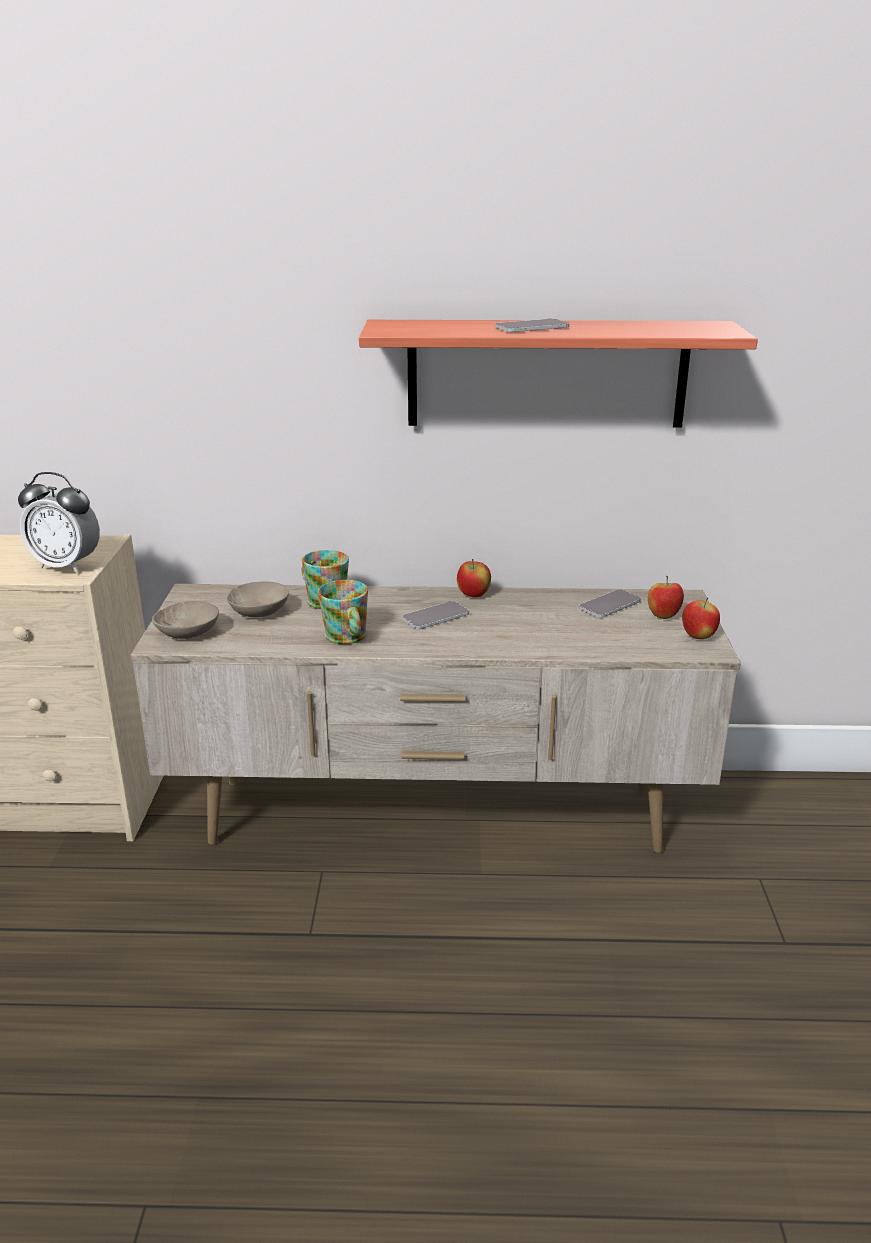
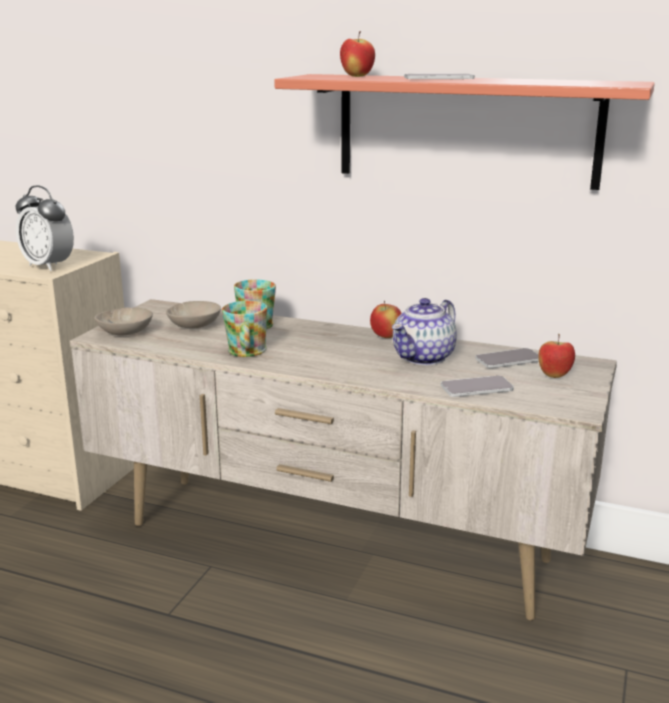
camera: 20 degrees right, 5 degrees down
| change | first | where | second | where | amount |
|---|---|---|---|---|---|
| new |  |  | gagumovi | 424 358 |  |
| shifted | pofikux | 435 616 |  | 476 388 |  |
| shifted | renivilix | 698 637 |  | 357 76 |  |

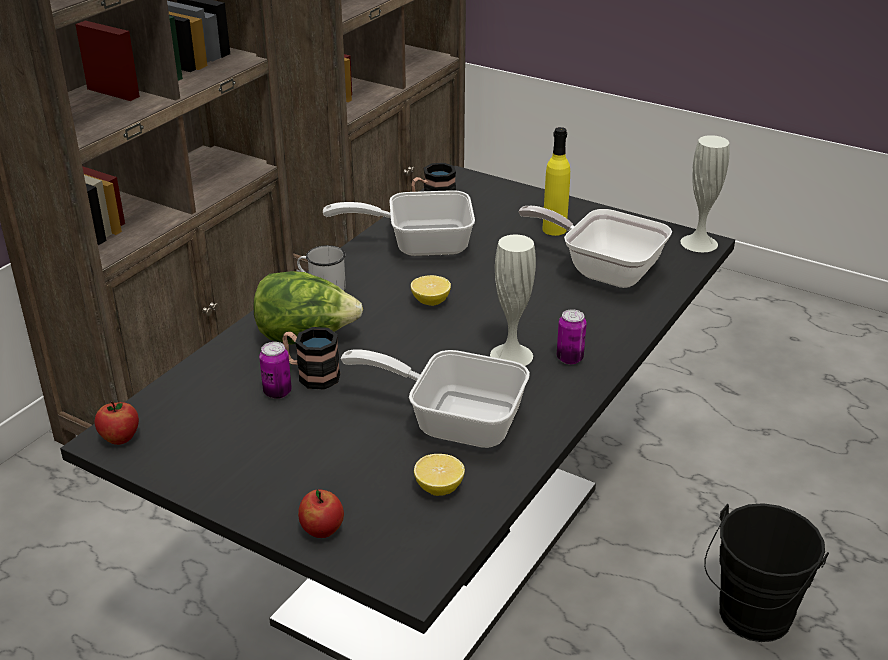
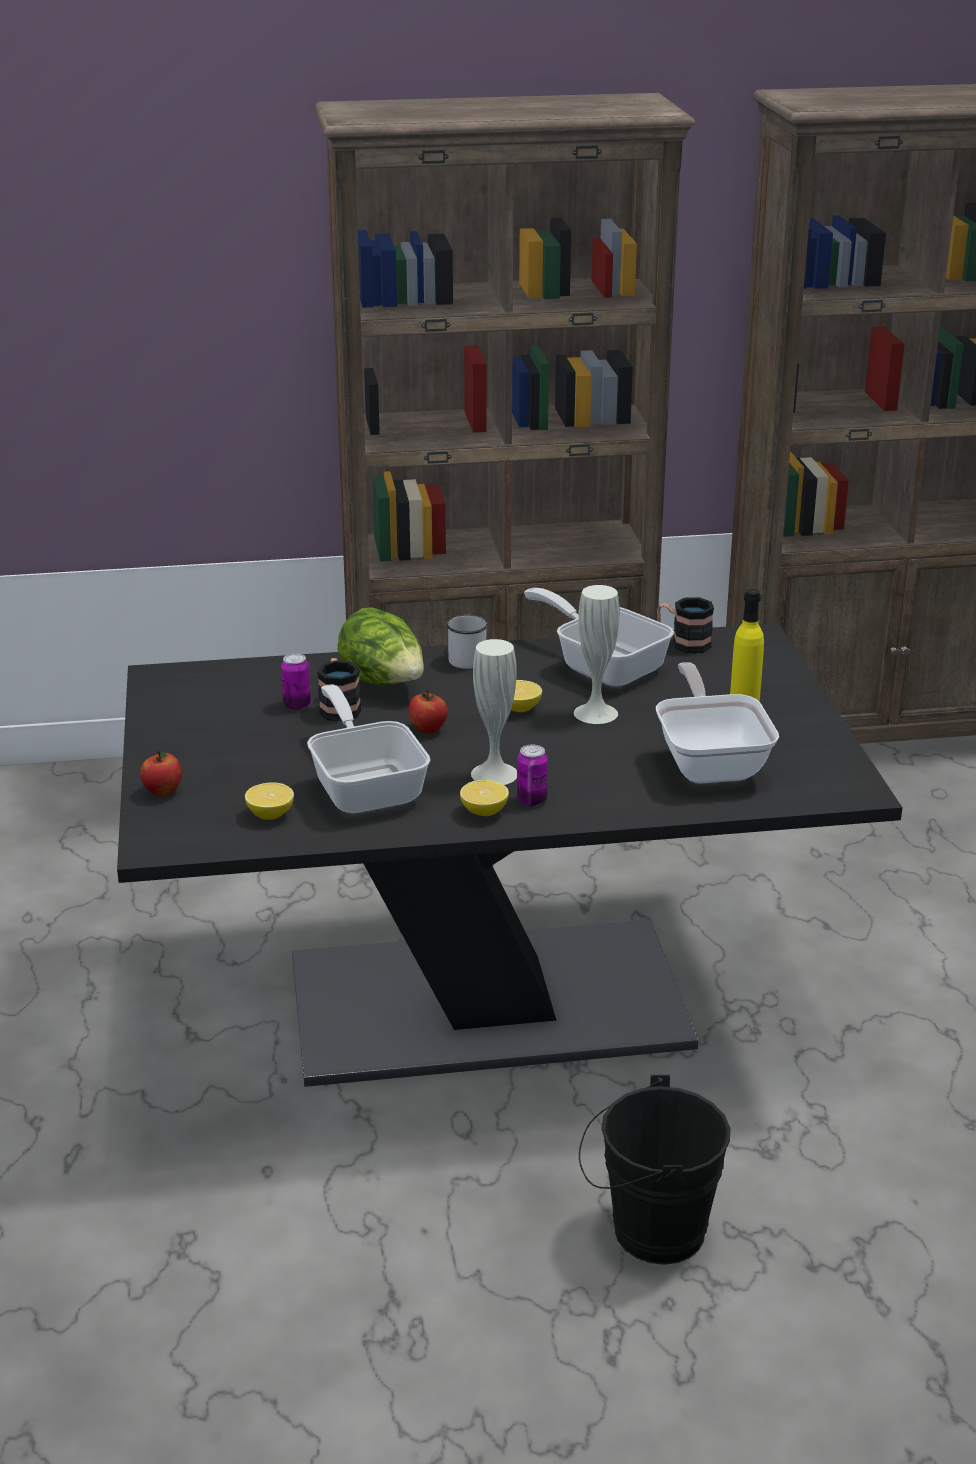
camera: 50 degrees right, 5 degrees down
| change | first | where | second | where | amount |
|---|---|---|---|---|---|
| new |  |  | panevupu | 484 812 |  |
| shifted | renivilix | 120 438 |  | 428 729 |  |
| shifted | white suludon | 699 243 |  | 595 713 |  |

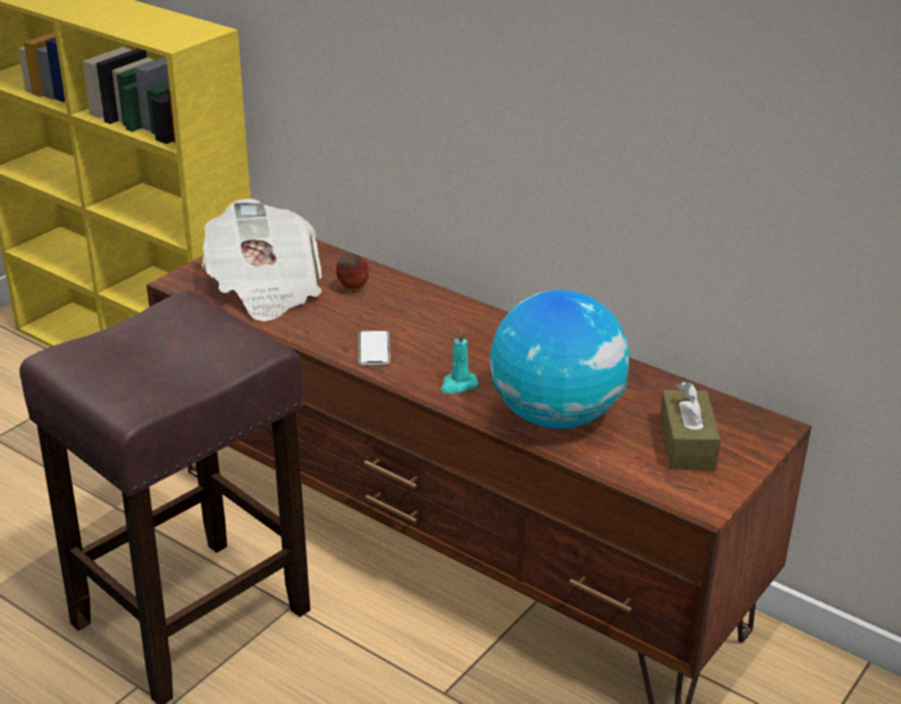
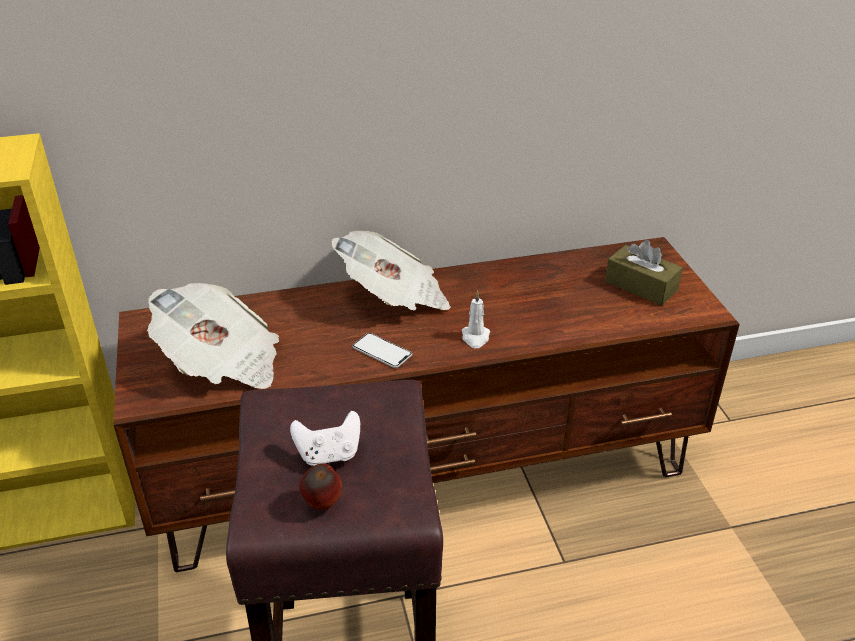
camera: 50 degrees left, 5 degrees up
| change | first | where | second | where | amount |
|---|---|---|---|---|---|
| gone | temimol | 555 416 |  |  |  |
| new |  |  | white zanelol | 329 454 |  |
| new |  |  | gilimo | 394 297 |  |
| shifted | renivilix | 352 288 |  | 322 505 |  |
| repainted | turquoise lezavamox | 458 385 | white lezavamox | 475 337 |  |

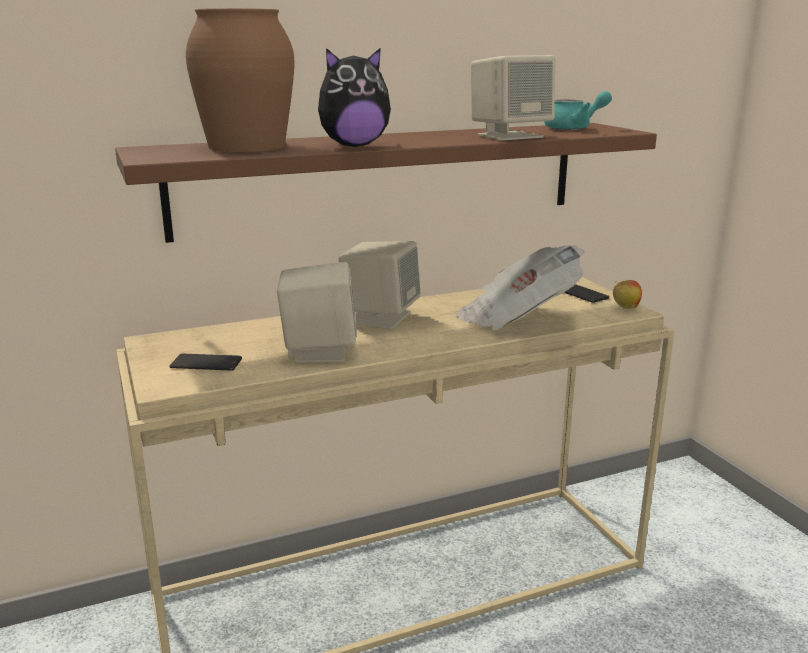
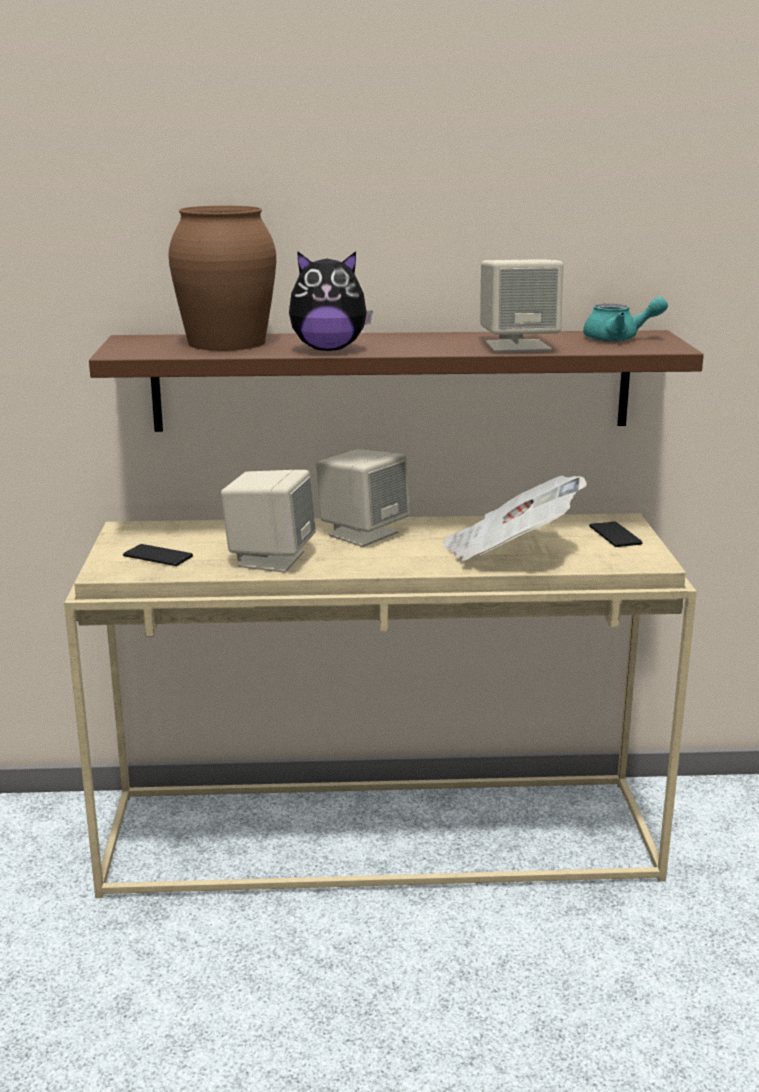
camera: 20 degrees right, 0 degrees up
| change | first | where | second | where | amount |
|---|---|---|---|---|---|
| gone | renivilix | 625 308 |  |  |  |

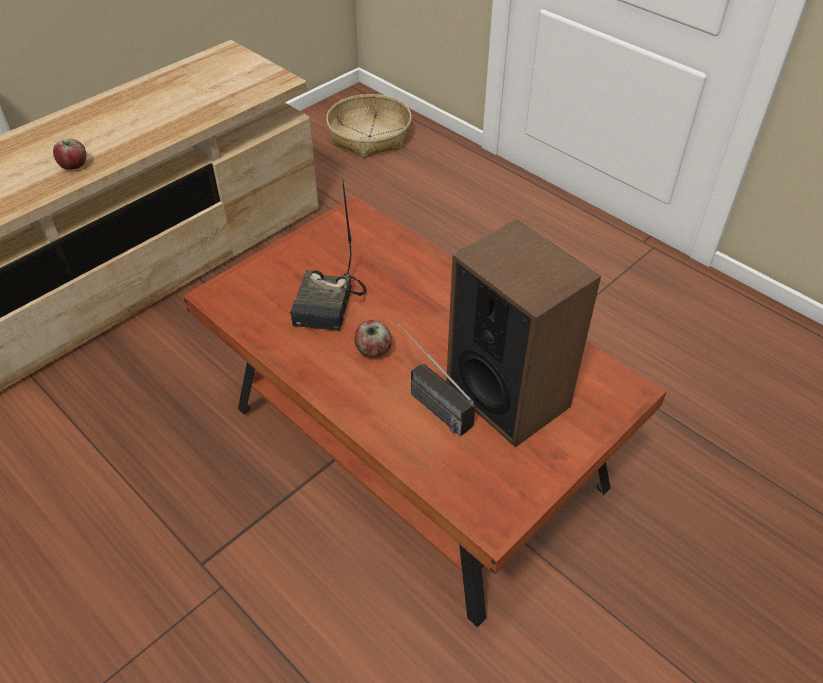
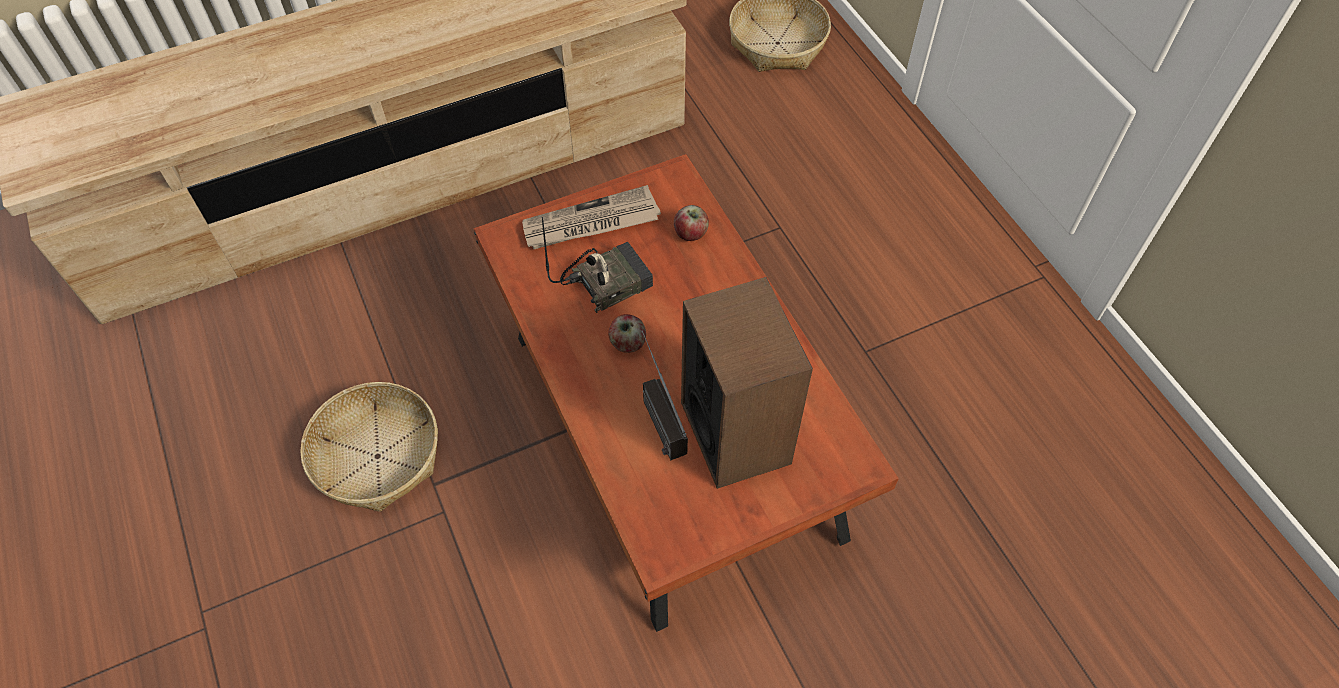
camera: 20 degrees right, 10 degrees up
| change | first | where | second | where | amount |
|---|---|---|---|---|---|
| new |  |  | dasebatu | 377 456 |  |
| new |  |  | gilimo | 590 223 |  |
| shifted | renivilix | 74 166 |  | 691 233 |  |
| rotated | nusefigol | 330 306 |  | 606 280 | 150 degrees counterclockwise |

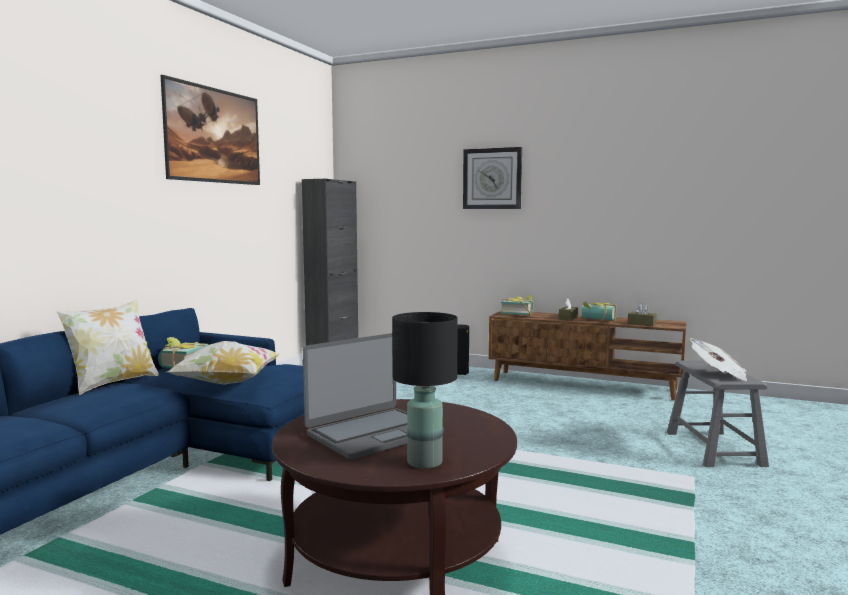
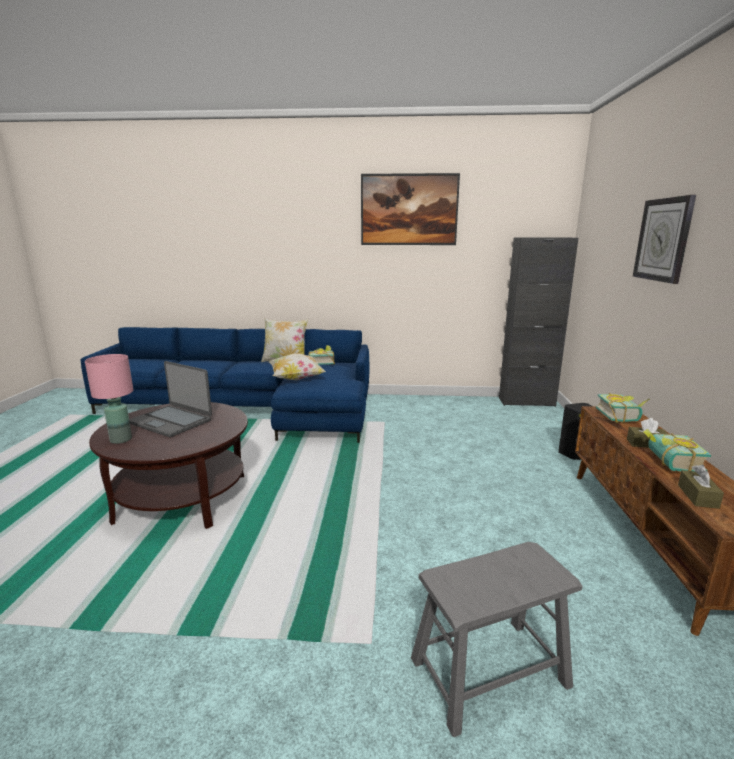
camera: 70 degrees right, 10 degrees up
| change | first | where | second | where | amount |
|---|---|---|---|---|---|
| gone | gilimo | 718 374 |  |  |  |
| repainted | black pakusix | 425 462 | pink pakusix | 120 440 |  |

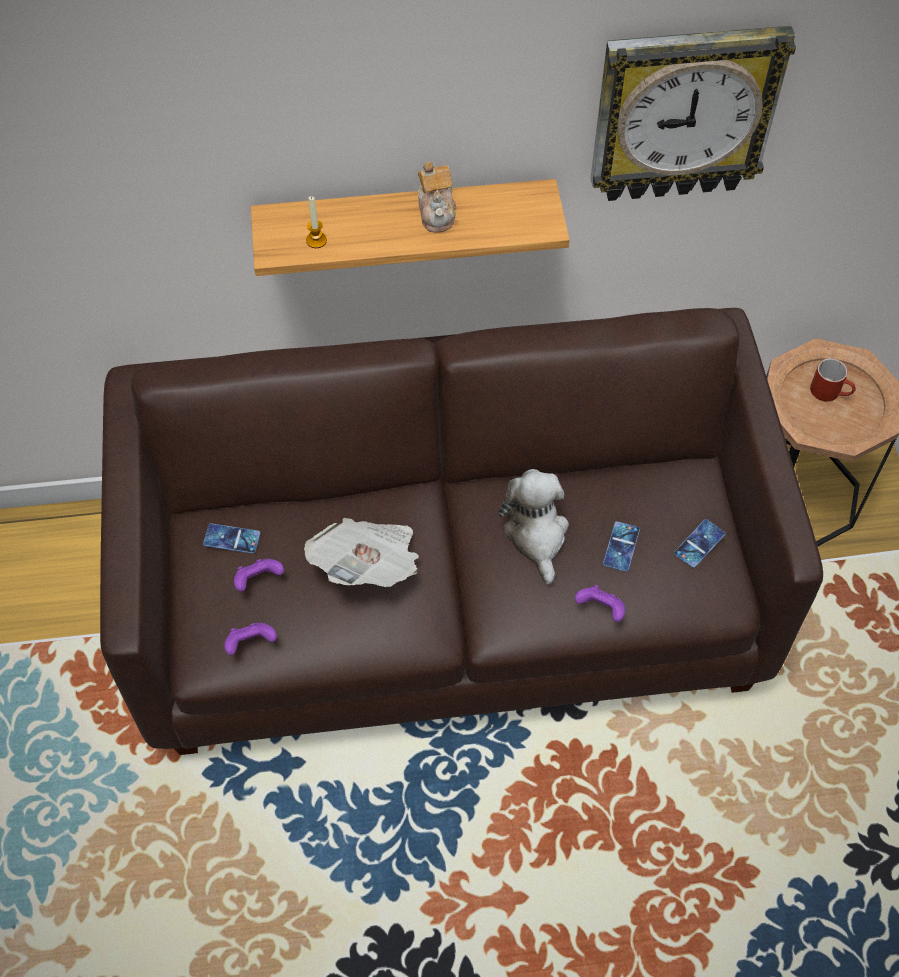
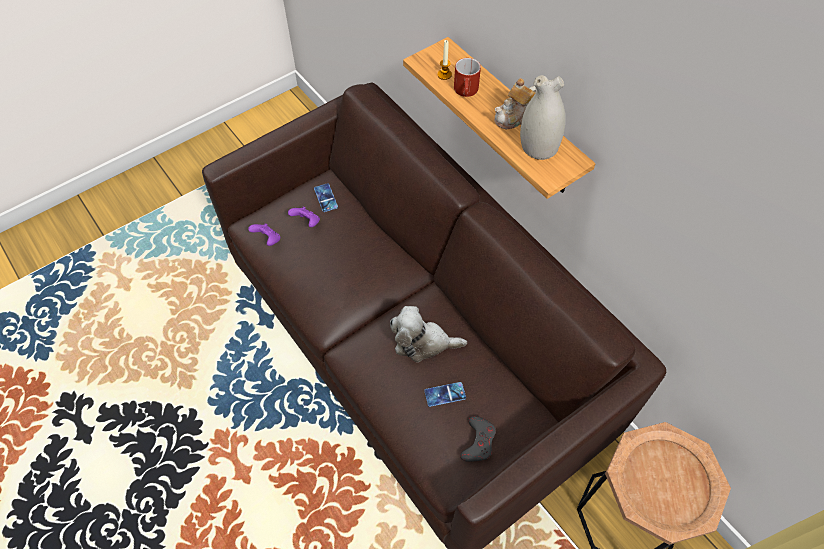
camera: 60 degrees right, 0 degrees up
| change | first | where | second | where | amount |
|---|---|---|---|---|---|
| gone | gilimo | 368 566 |  |  |  |
| gone | purple zanelol | 600 610 |  |  |  |
| gone | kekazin | 683 113 |  |  |  |
| new |  |  | white suludon | 538 147 |  |
| shifted | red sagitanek | 830 392 |  | 466 92 |  |
| swapped | pofikux | 699 543 | grey zanelol | 478 441 |  |
| rotated | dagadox | 536 535 |  | 423 342 | 135 degrees counterclockwise |

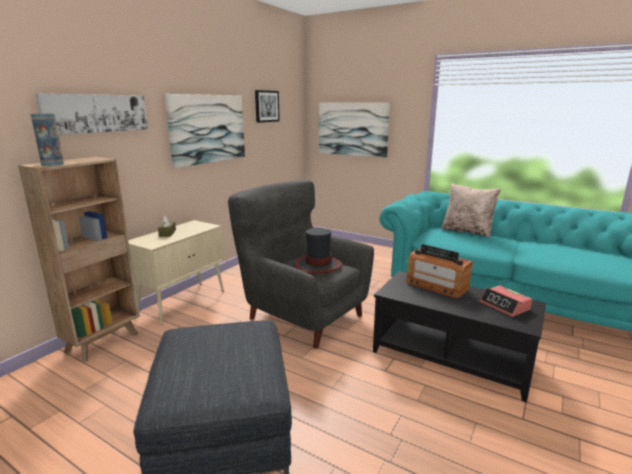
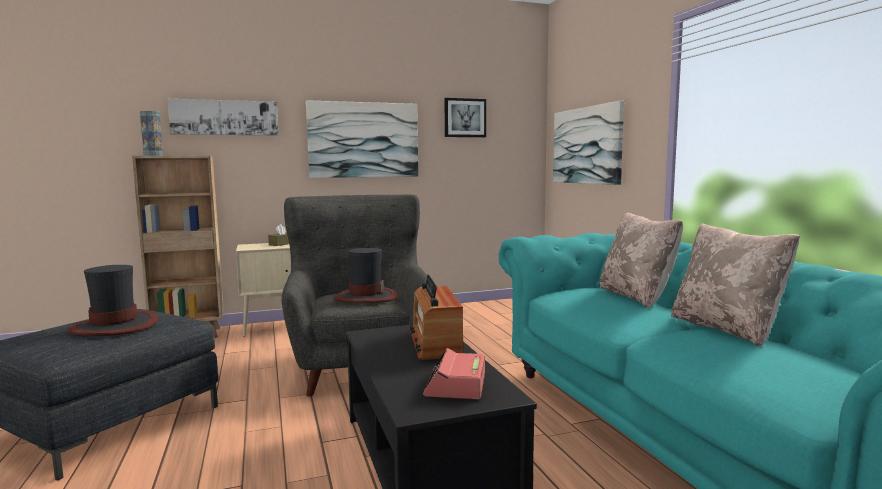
camera: 40 degrees right, 10 degrees down
| change | first | where | second | where | amount |
|---|---|---|---|---|---|
| new |  |  | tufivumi | 115 326 |  |
| new |  |  | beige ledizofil | 726 329 |  |

